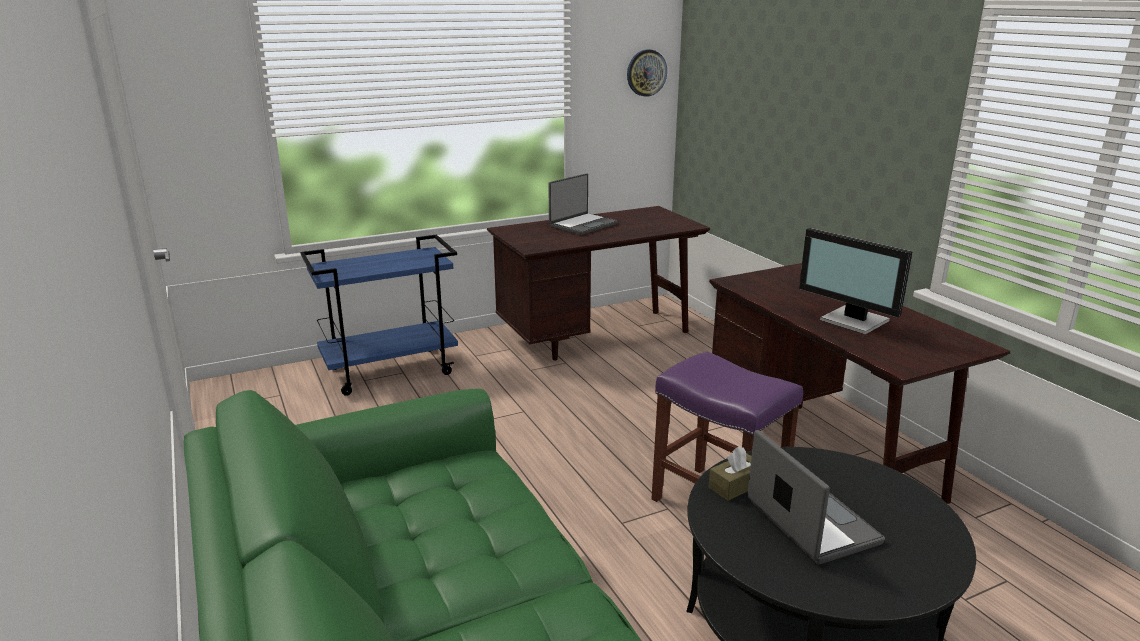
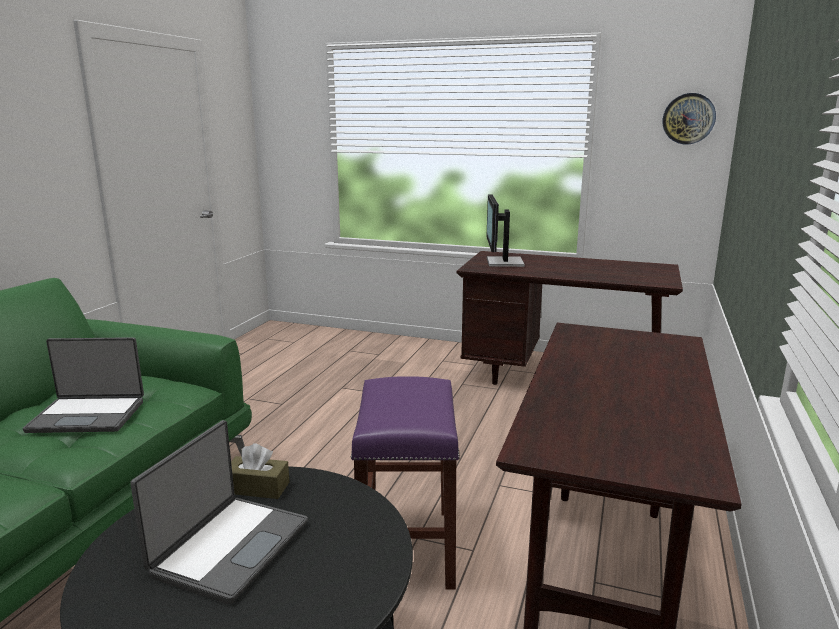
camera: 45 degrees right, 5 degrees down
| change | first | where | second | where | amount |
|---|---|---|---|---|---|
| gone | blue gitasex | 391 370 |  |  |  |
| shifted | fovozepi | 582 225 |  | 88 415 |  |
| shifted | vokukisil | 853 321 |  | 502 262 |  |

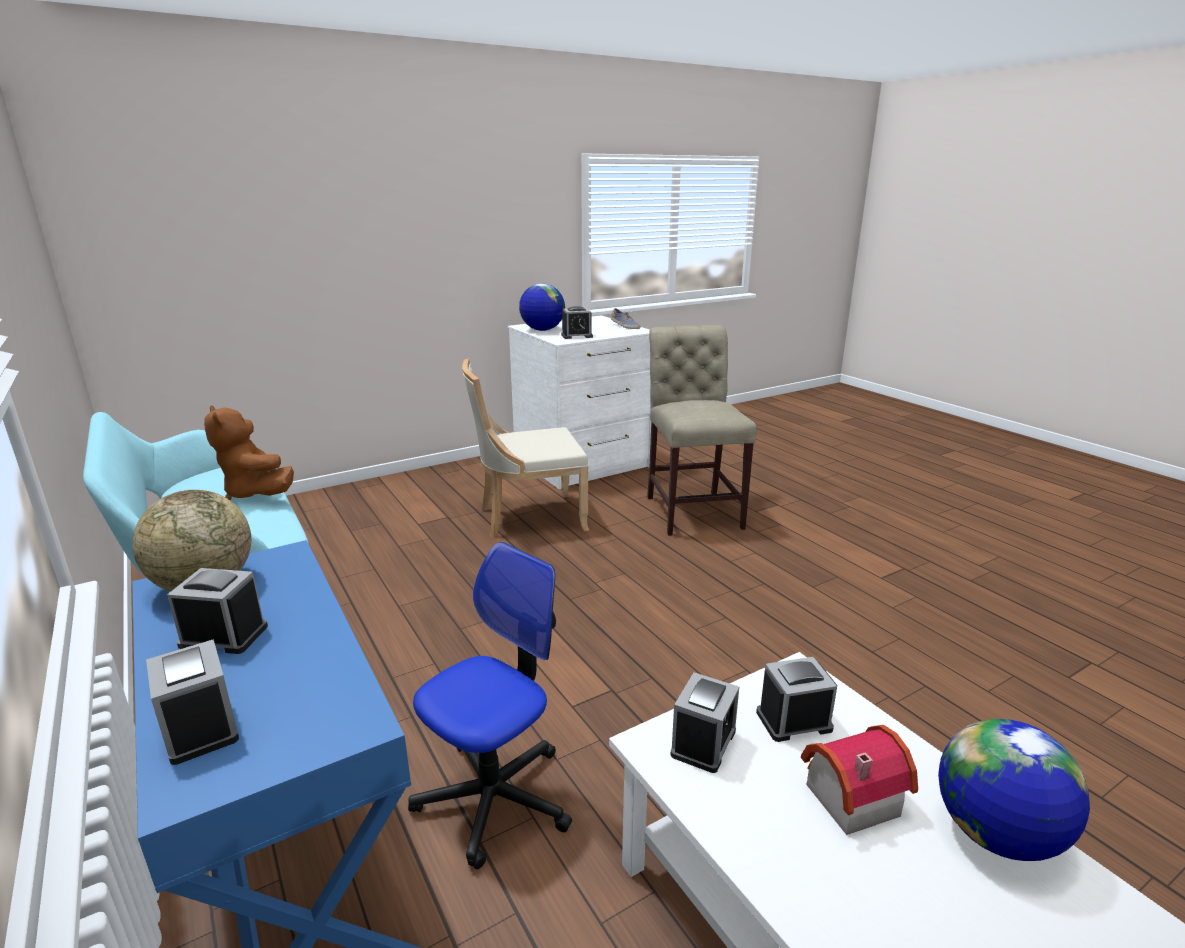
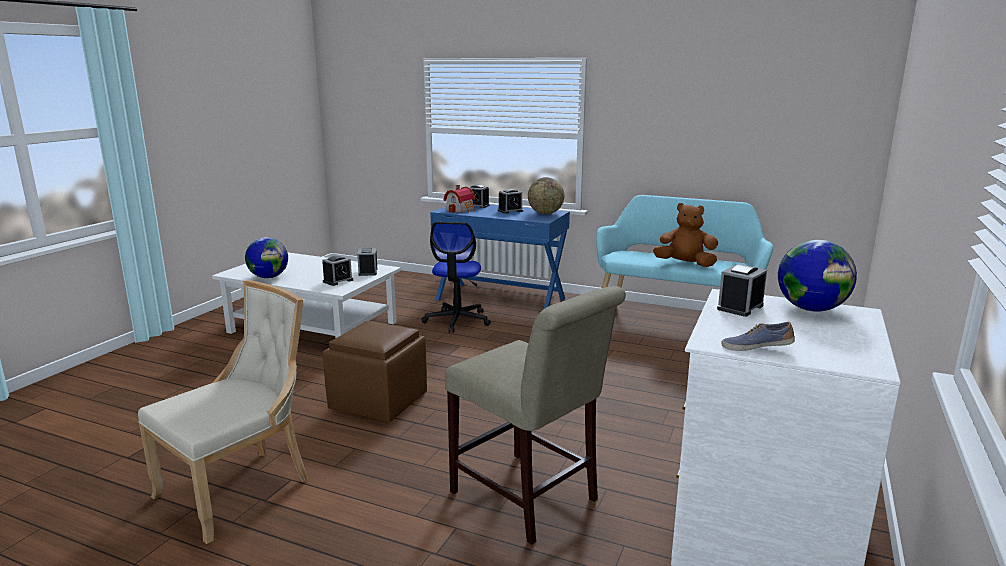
camera: 145 degrees right, 5 degrees down
| change | first | where | second | where | amount |
|---|---|---|---|---|---|
| new |  |  | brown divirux | 379 401 |  |
| shifted | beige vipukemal | 528 518 |  | 241 488 |  |
| shifted | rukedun | 846 796 |  | 461 210 |  |

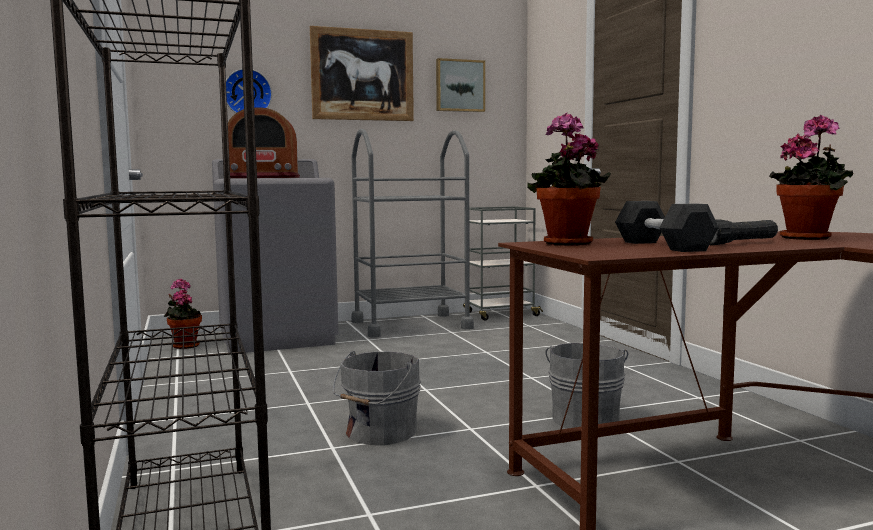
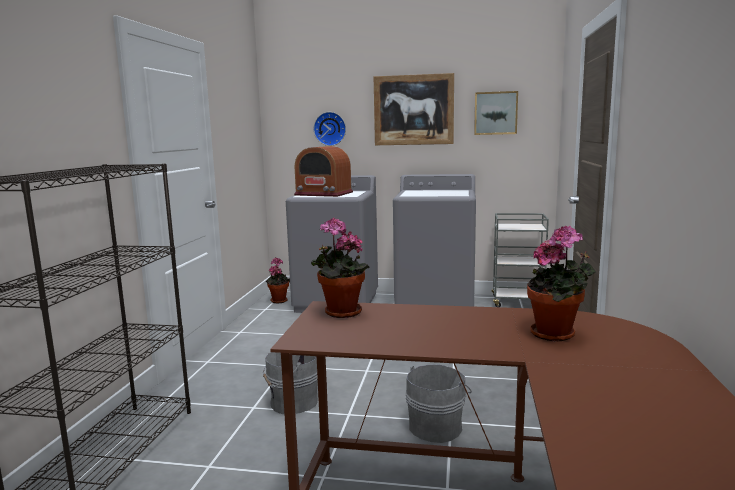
camera: 30 degrees right, 5 degrees up
| change | first | where | second | where | amount |
|---|---|---|---|---|---|
| gone | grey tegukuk | 662 246 |  |  |  |
| gone | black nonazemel | 739 243 |  |  |  |
| swapped | grey gitasex | 411 325 | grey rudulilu | 436 304 |  |

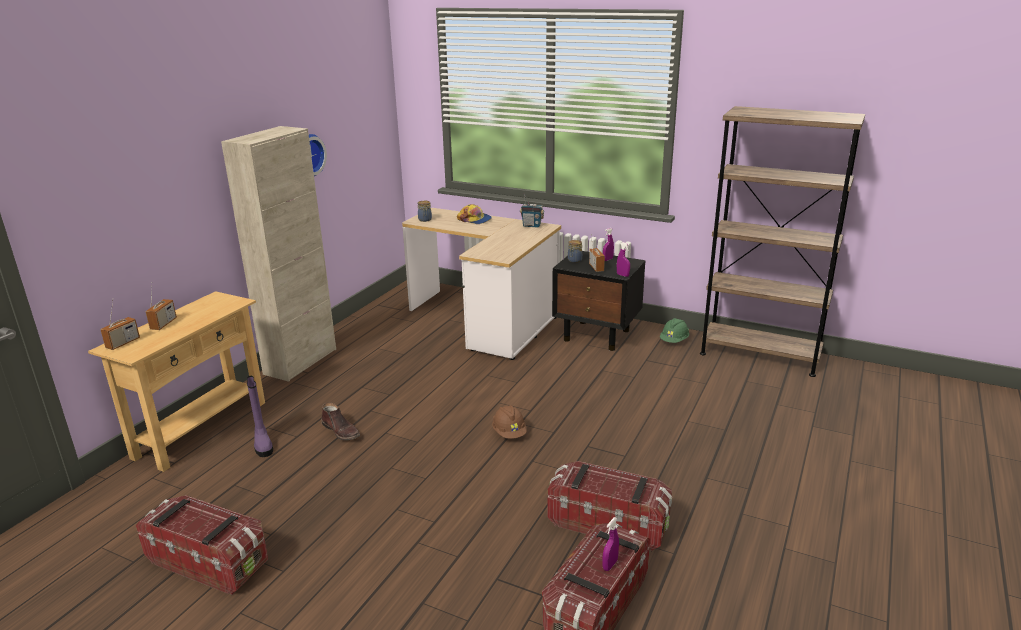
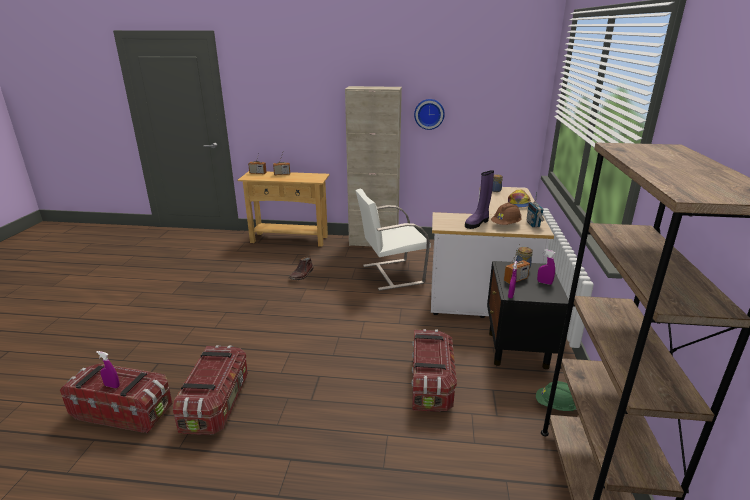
camera: 70 degrees right, 0 degrees up
| change | first | where | second | where | amount |
|---|---|---|---|---|---|
| new |  |  | white vipukemal | 391 274 |  |
| shifted | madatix | 209 561 |  | 430 384 |  |
| shifted | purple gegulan | 262 444 |  | 477 223 |  |
| shifted | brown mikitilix | 509 433 |  | 506 225 |  |

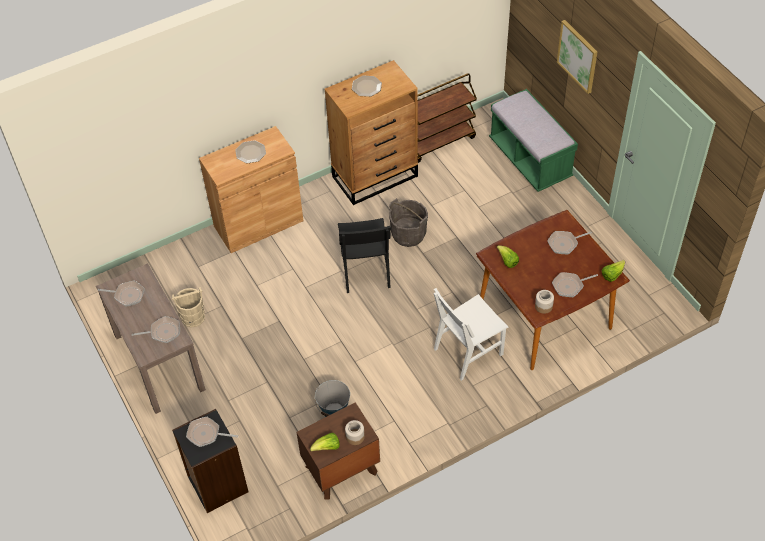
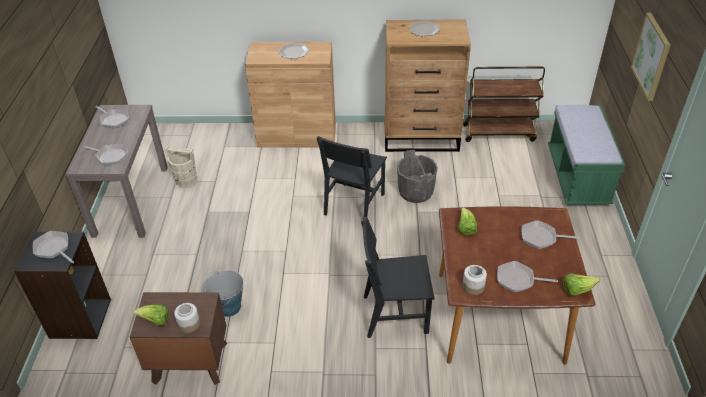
camera: 30 degrees right, 10 degrees down
| change | first | where | second | where | amount |
|---|---|---|---|---|---|
| repainted | white vipukemal | 468 351 | black vipukemal | 395 314 |  |

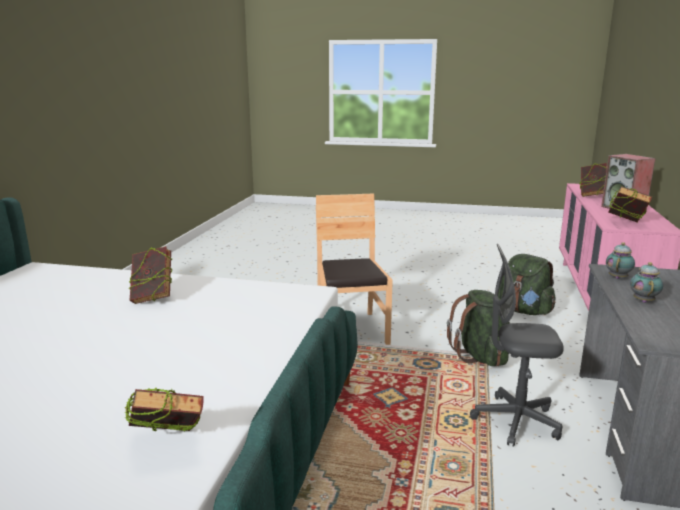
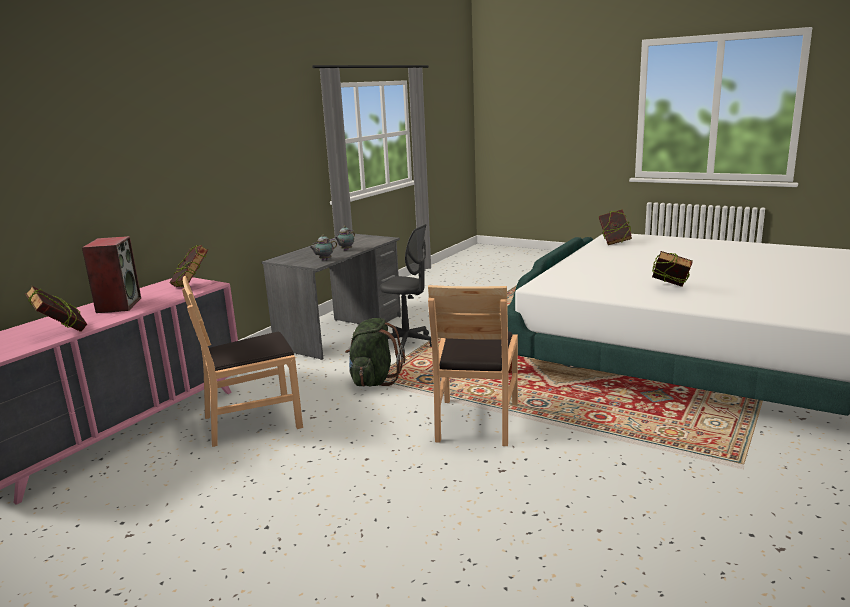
camera: 160 degrees left, 0 degrees up
| change | first | where | second | where | amount |
|---|---|---|---|---|---|
| swapped | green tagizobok | 524 311 | brown vipukemal | 253 421 |  |

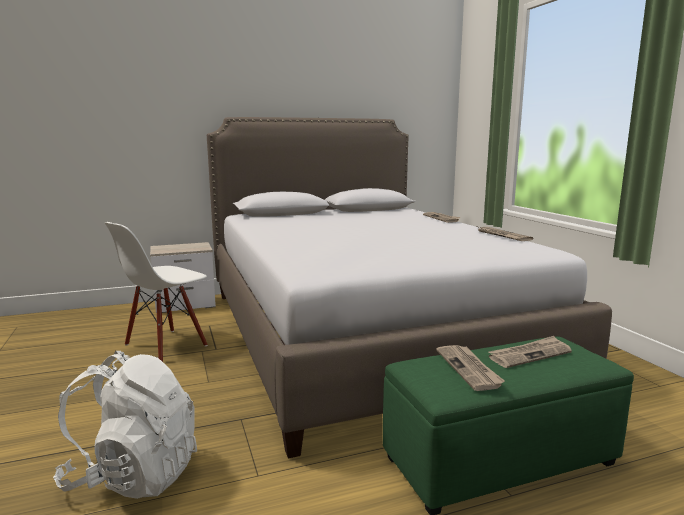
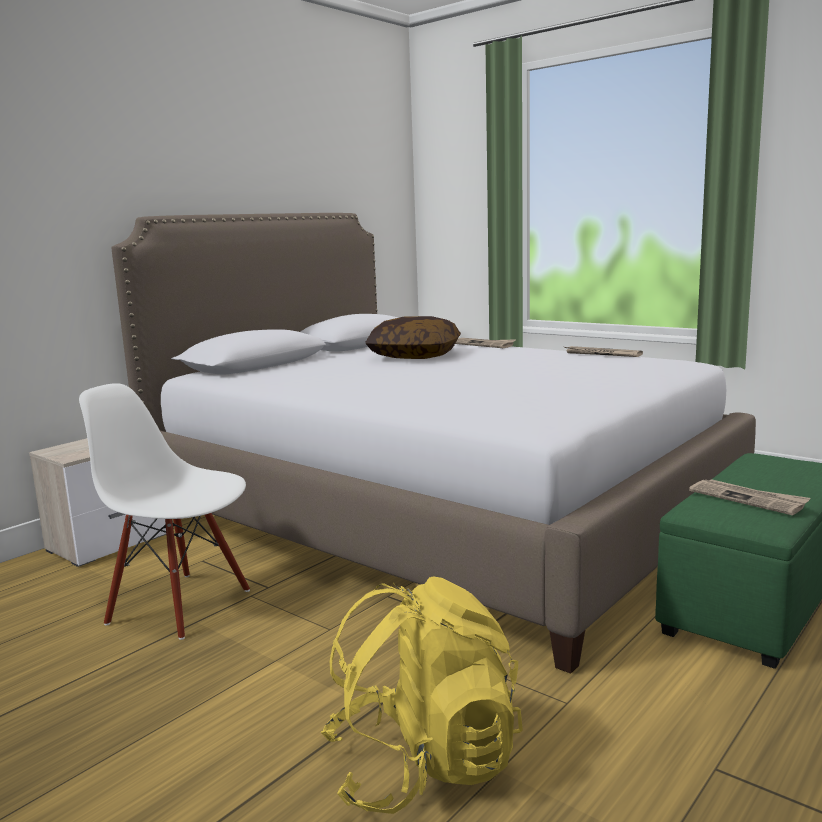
camera: 30 degrees left, 0 degrees up
| change | first | where | second | where | amount |
|---|---|---|---|---|---|
| gone | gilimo | 529 354 |  |  |  |
| new |  |  | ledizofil | 414 356 |  |
| repainted | white tagizobok | 134 475 | yellow tagizobok | 423 765 |  |
| rotated | white vipukemal | 165 346 |  | 180 605 | 105 degrees clockwise |

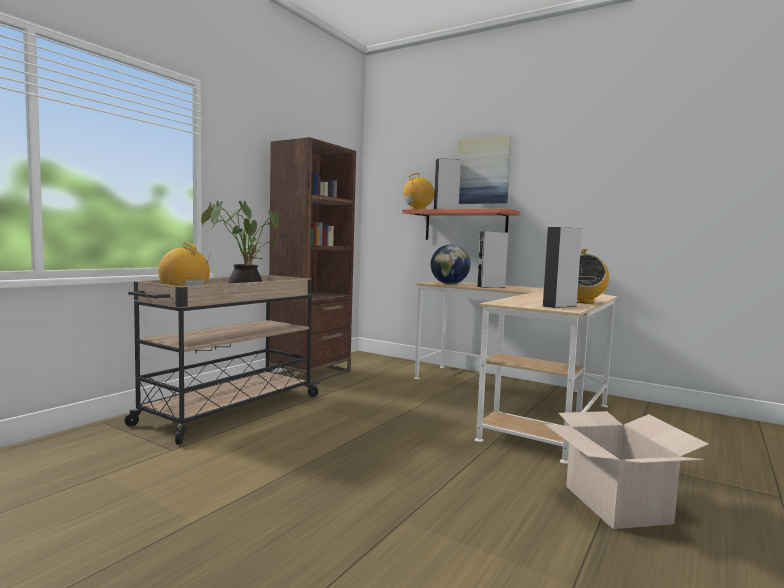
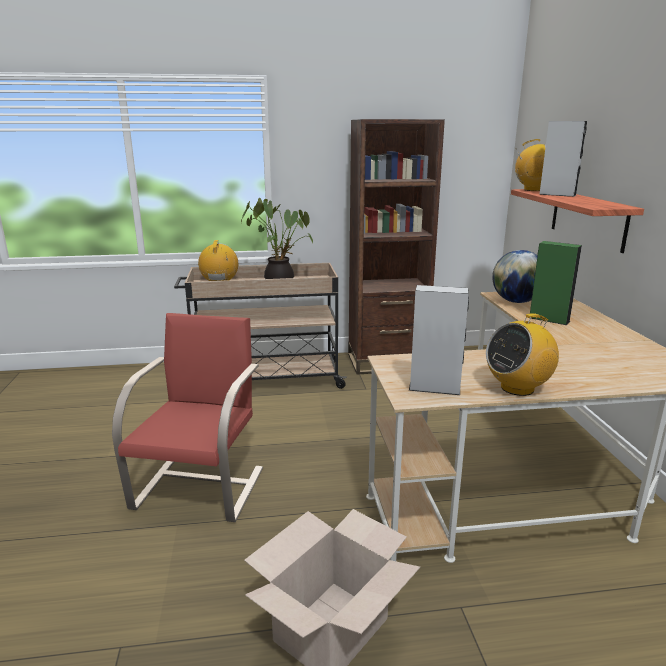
camera: 50 degrees right, 15 degrees up
| change | first | where | second | where | amount |
|---|---|---|---|---|---|
| gone | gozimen | 483 171 |  |  |  |
| new |  |  | red vipukemal | 201 486 |  |
| repainted | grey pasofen | 491 287 | green pasofen | 549 319 |  |

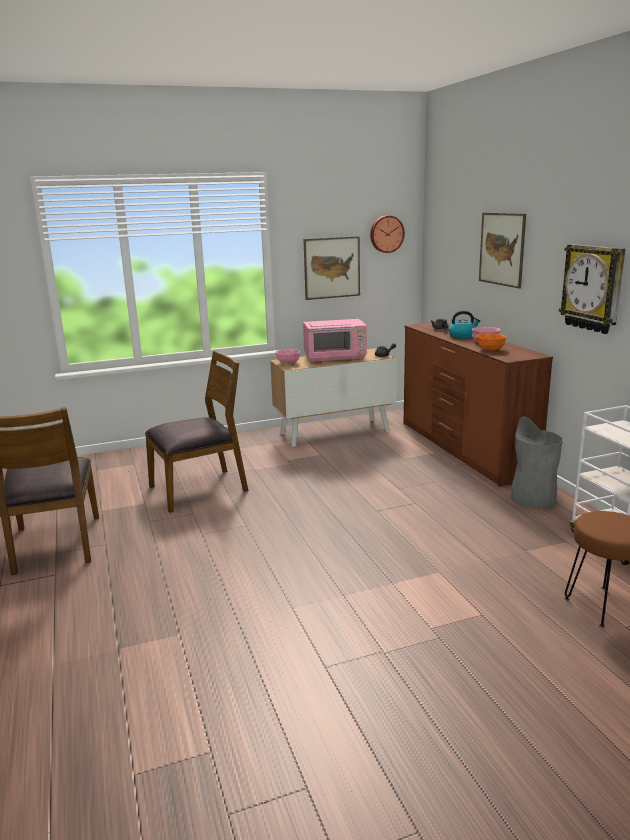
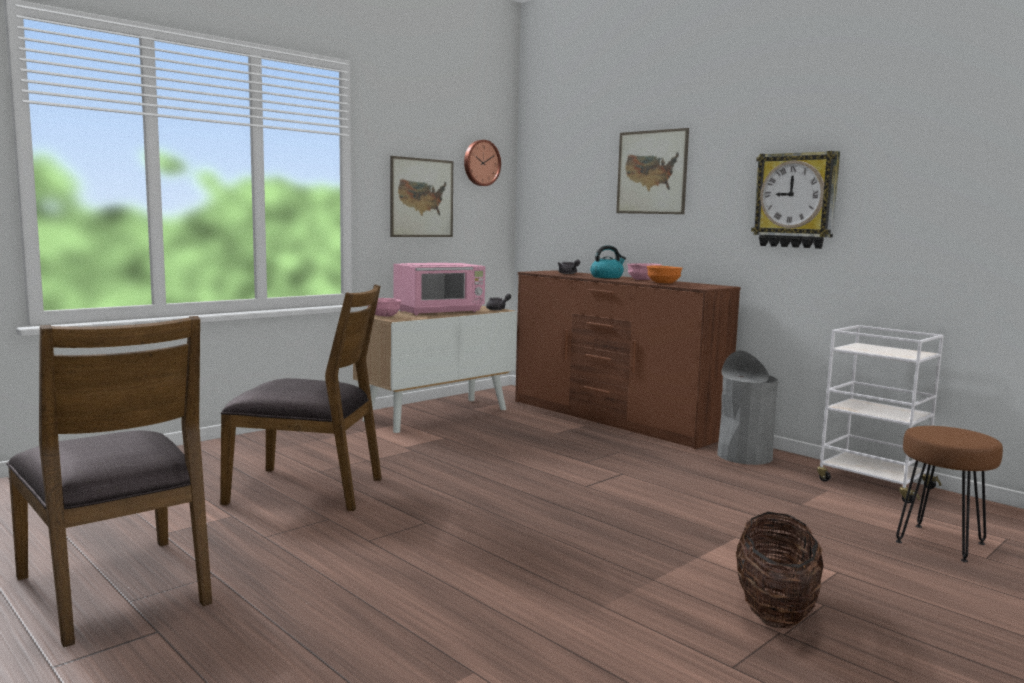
camera: 25 degrees left, 10 degrees down
| change | first | where | second | where | amount |
|---|---|---|---|---|---|
| new |  |  | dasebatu | 774 611 |  |
| rotated | brown vipukemal | 199 489 |  | 307 489 | 60 degrees clockwise |

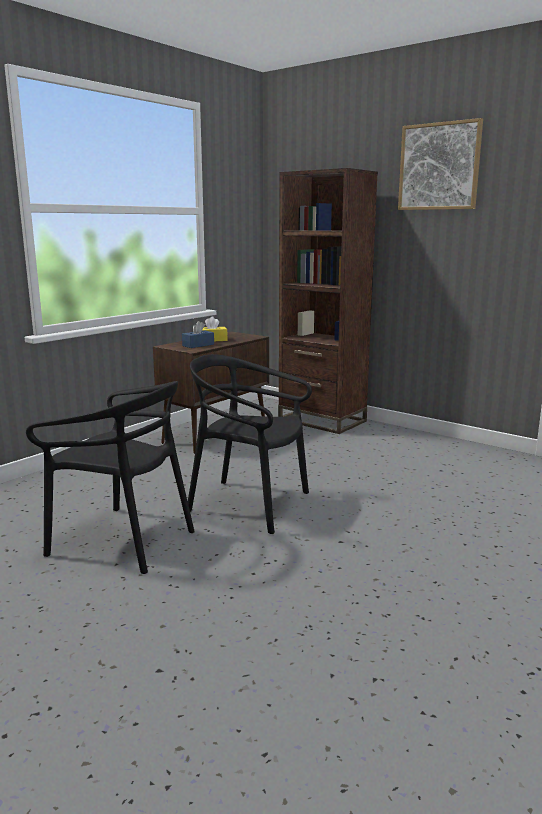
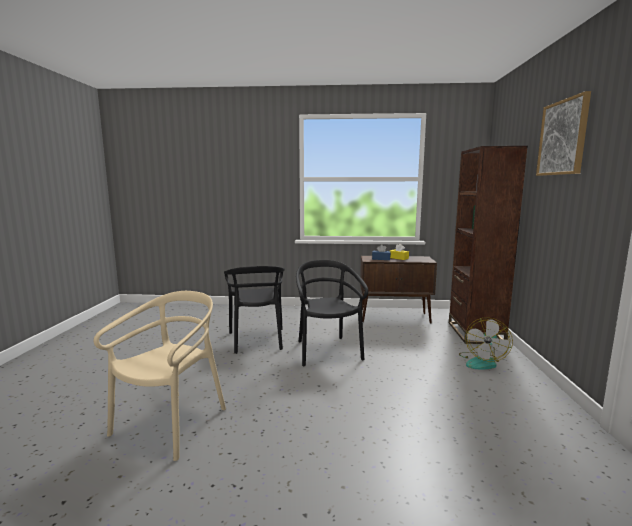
camera: 55 degrees right, 5 degrees down
| change | first | where | second | where | amount |
|---|---|---|---|---|---|
| new |  |  | beige vipukemal | 171 424 |  |
| new |  |  | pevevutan | 482 362 |  |

